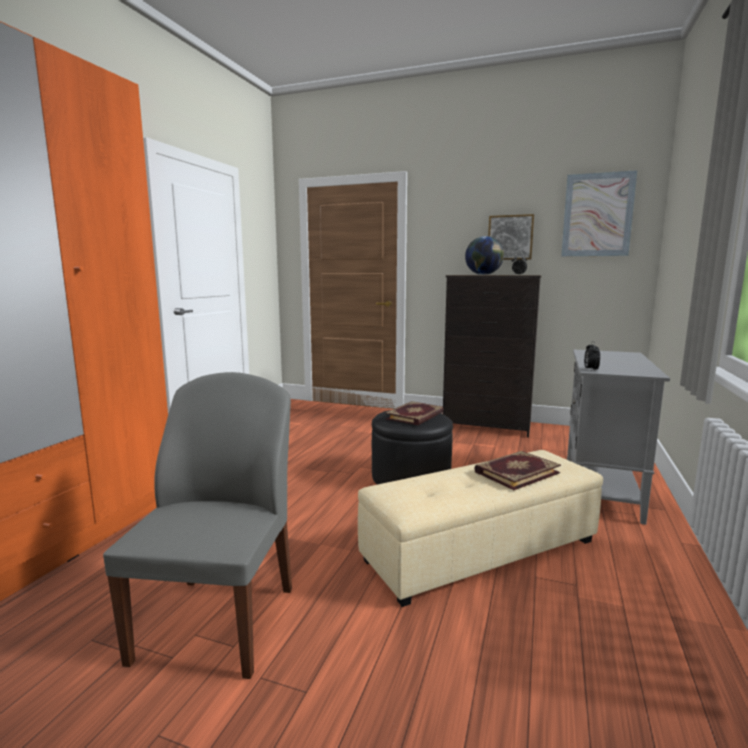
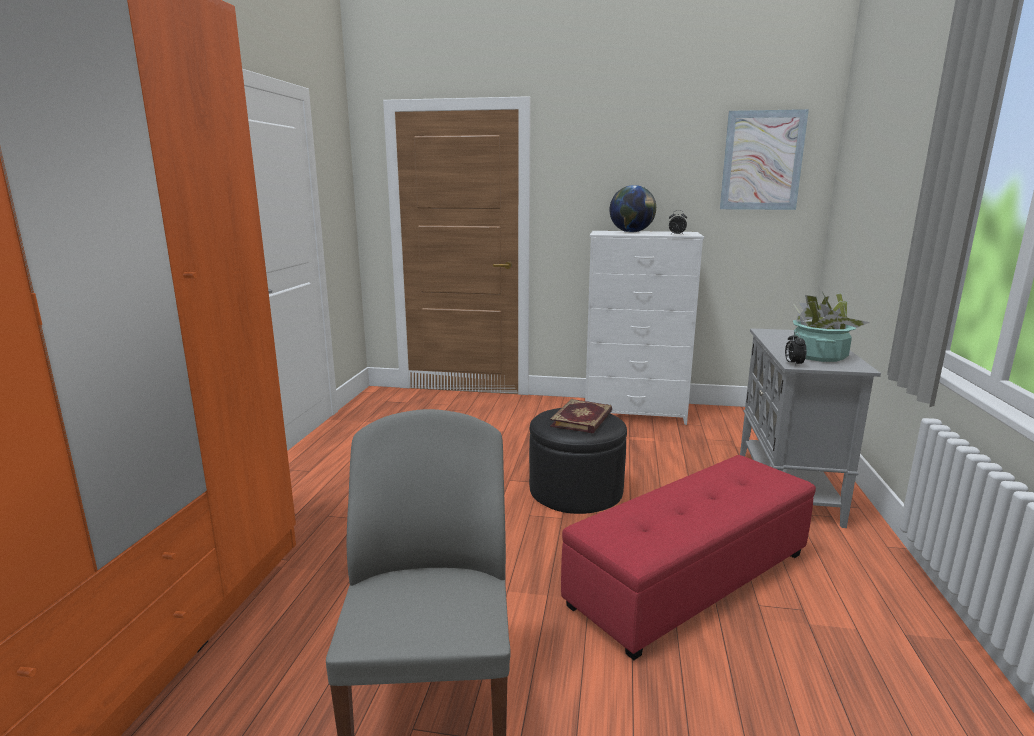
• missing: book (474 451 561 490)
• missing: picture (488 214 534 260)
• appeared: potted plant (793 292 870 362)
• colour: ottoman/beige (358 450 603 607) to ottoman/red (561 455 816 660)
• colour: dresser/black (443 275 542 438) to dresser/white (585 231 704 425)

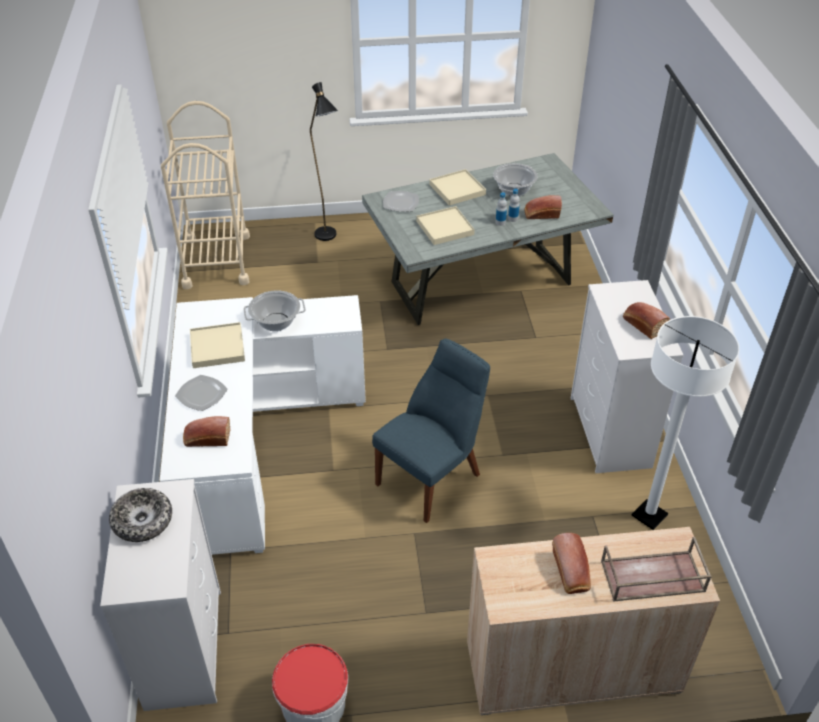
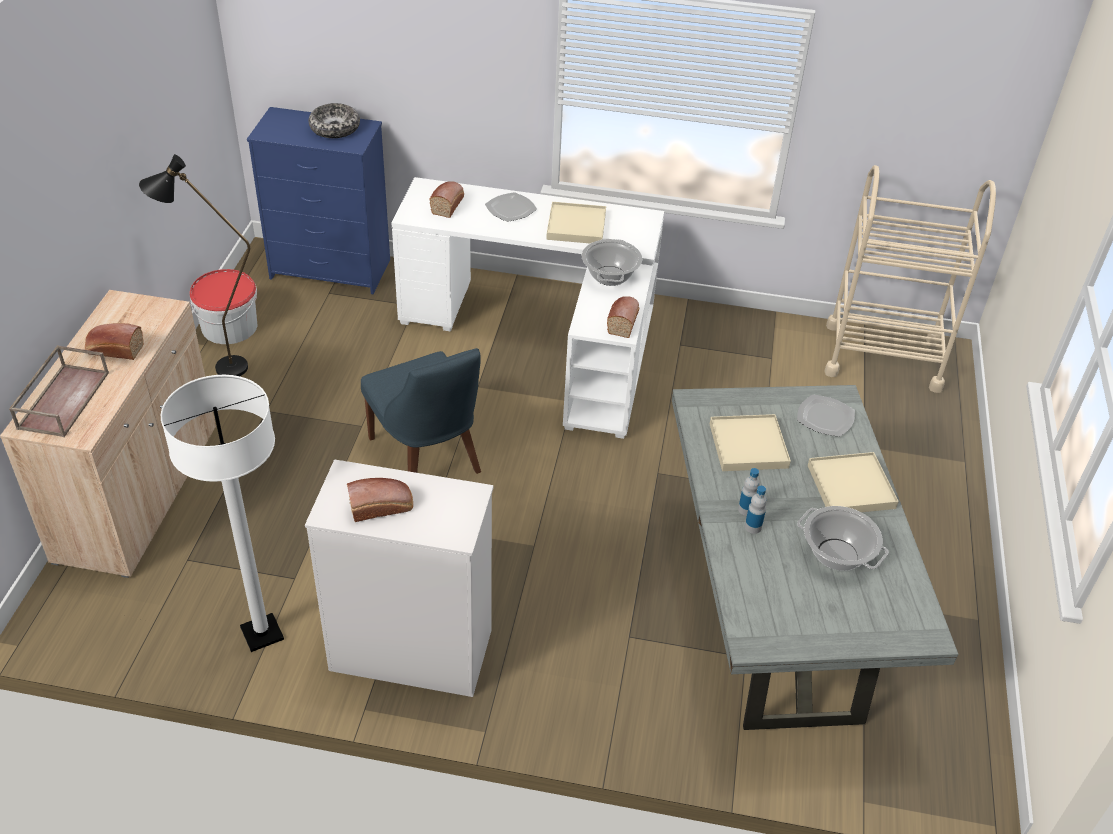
• relocated: floor lamp/black (310 82 338 241) to (139 154 250 376)
• relocated: bread (524 195 562 219) to (607 296 639 338)
• colour: dresser/white (100 479 221 711) to dresser/blue (247 107 390 294)

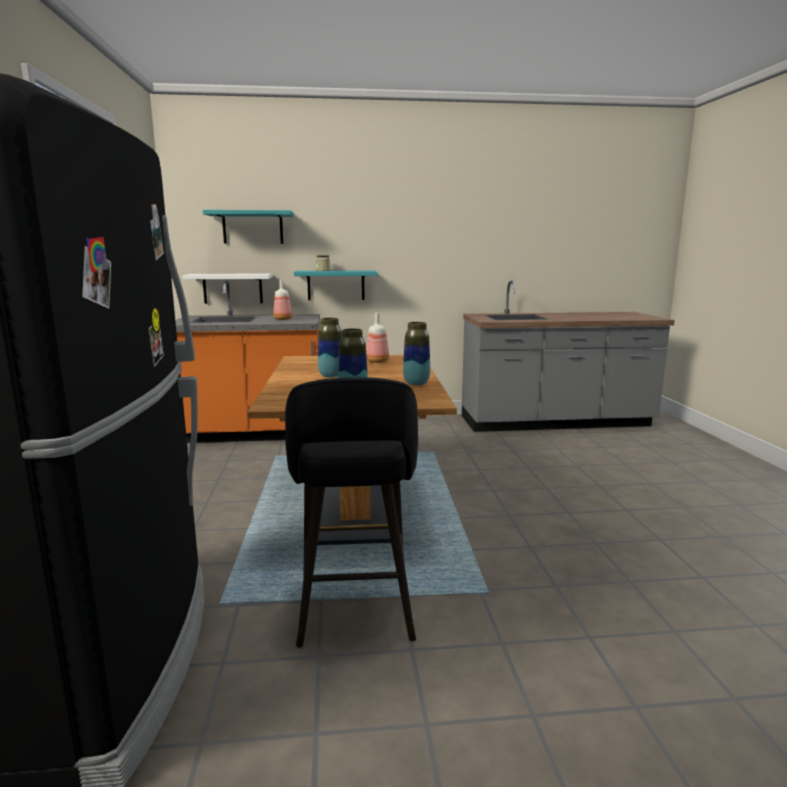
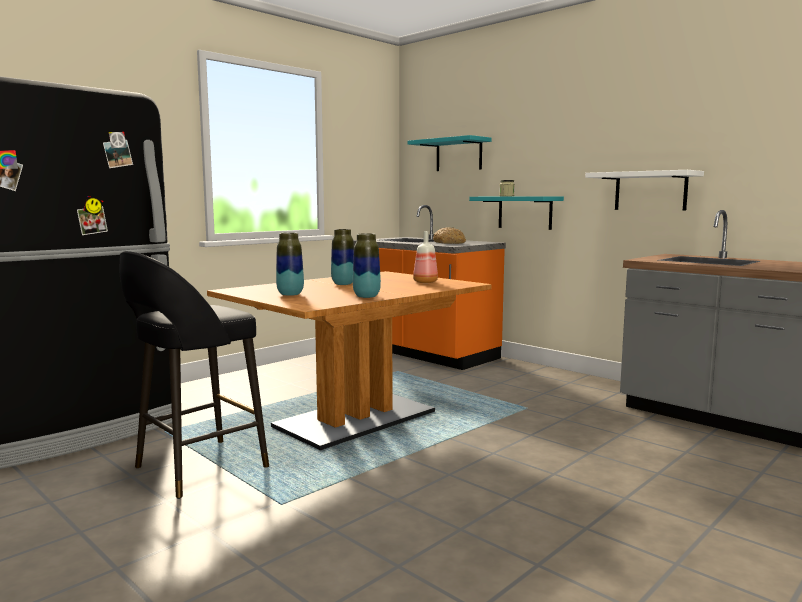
• relocated: shelf/white (182 273 273 304) to (585 170 704 211)
• exchanged: bottle (273 280 293 320) to bread (433 227 466 244)

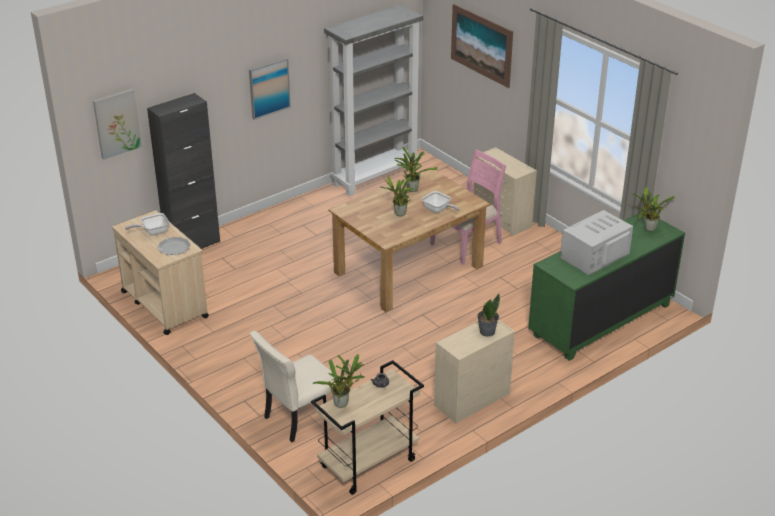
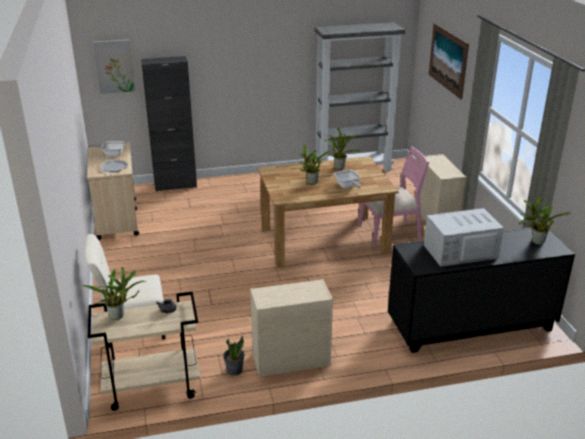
• missing: picture (249 58 291 120)
• relocated: potted plant (477 294 500 337) to (223 336 245 376)
• colour: dresser/green (528 212 685 361) to dresser/black (388 227 575 353)

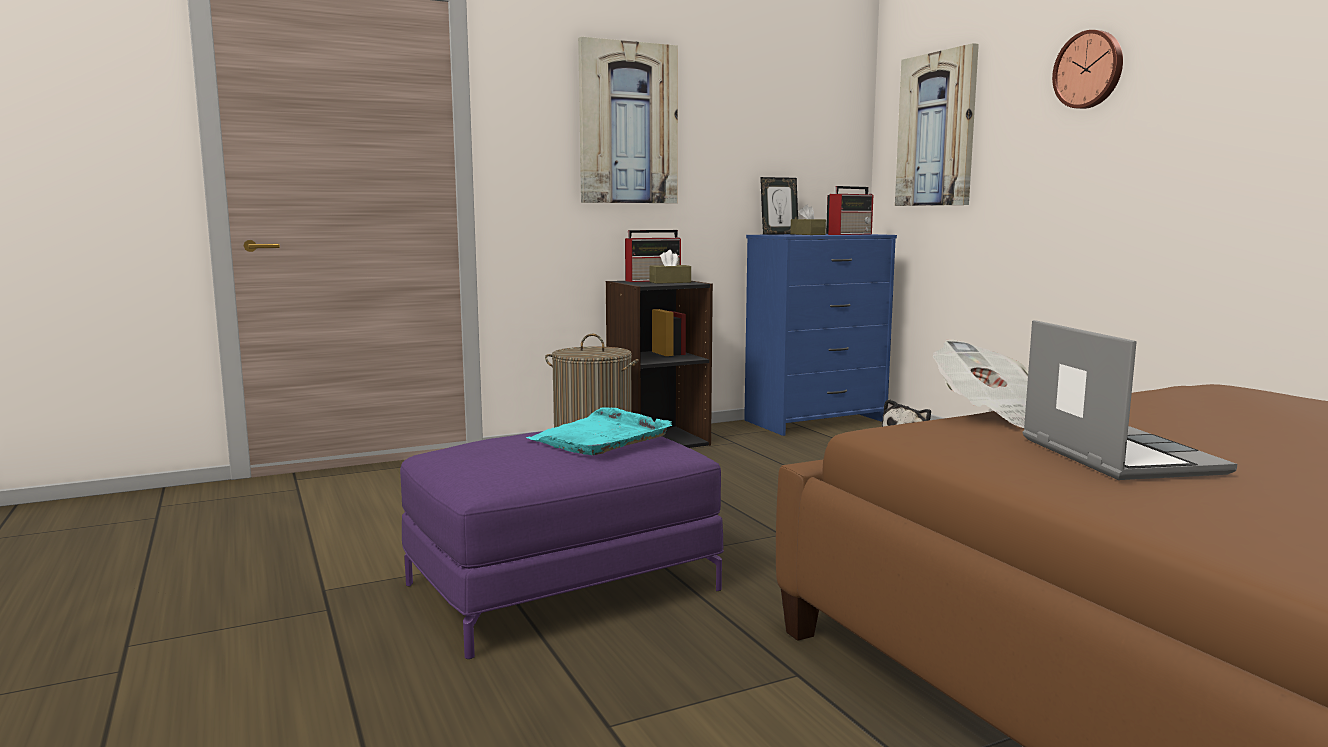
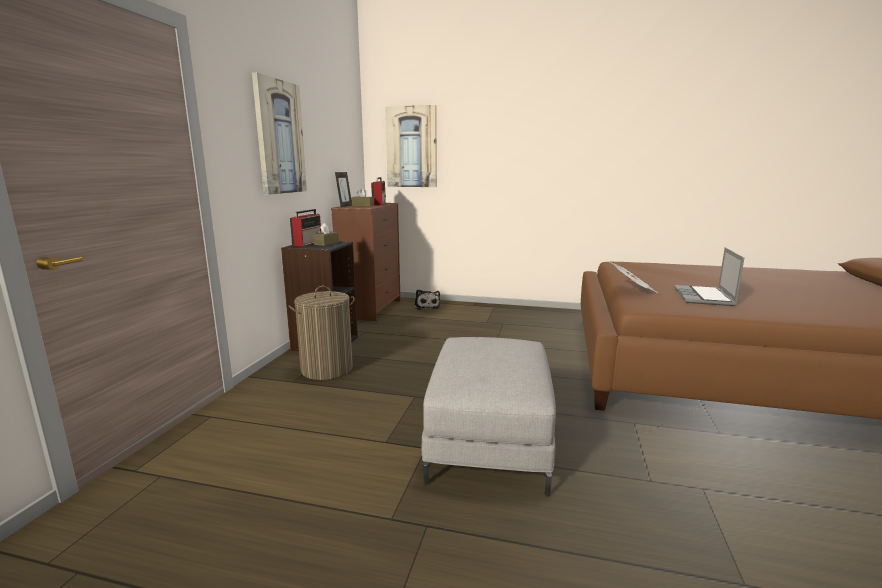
• missing: tray/turquoise (526 407 672 455)
• missing: wall clock (1052 30 1123 109)
• colour: ottoman/purple (400 431 724 659) to ottoman/grey (422 337 556 497)
• colour: dresser/blue (744 234 897 436) to dresser/brown (331 203 401 321)
• spun: laptop (1023 320 1237 480) = (674 247 744 306) 105 degrees counterclockwise

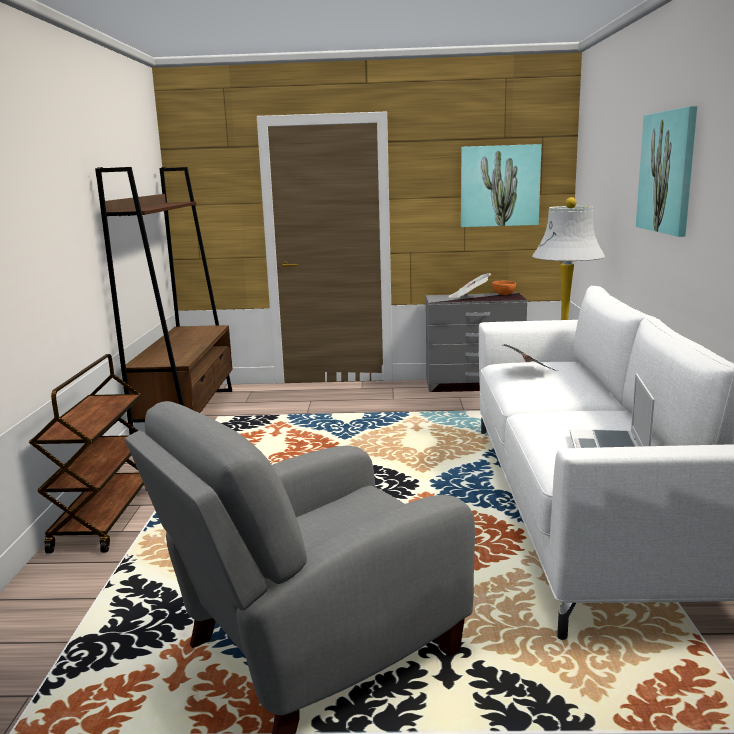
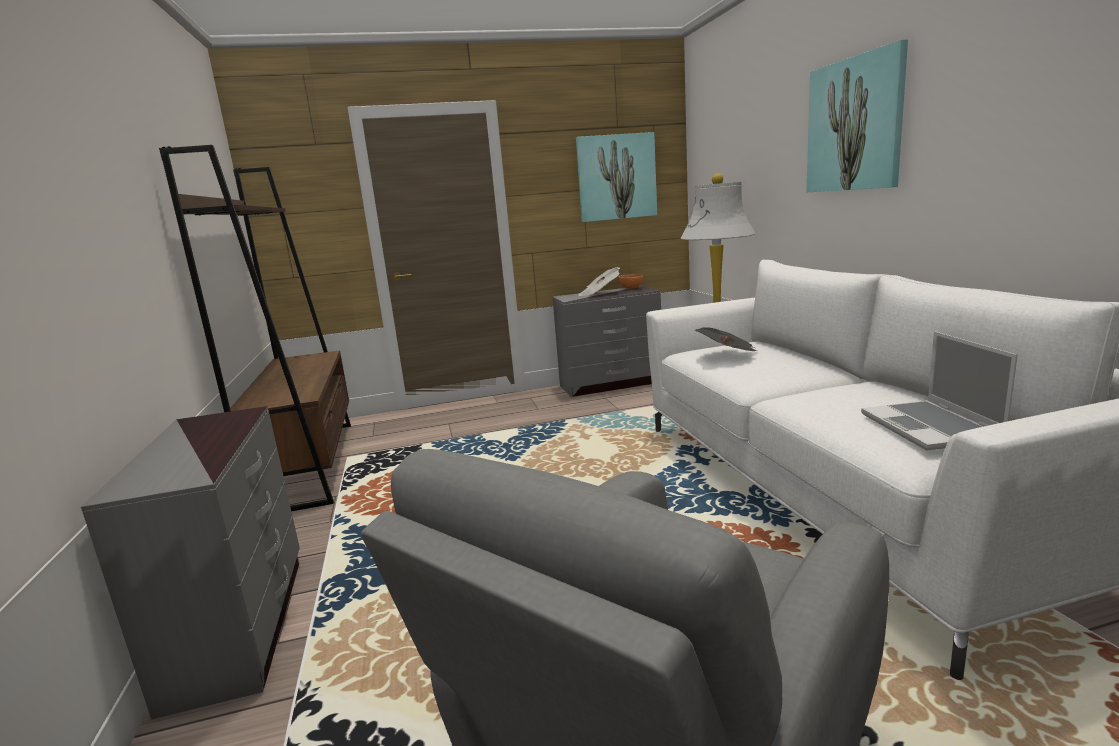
• exchanged: cart/brown (29 354 147 554) to dresser/grey (81 406 300 719)

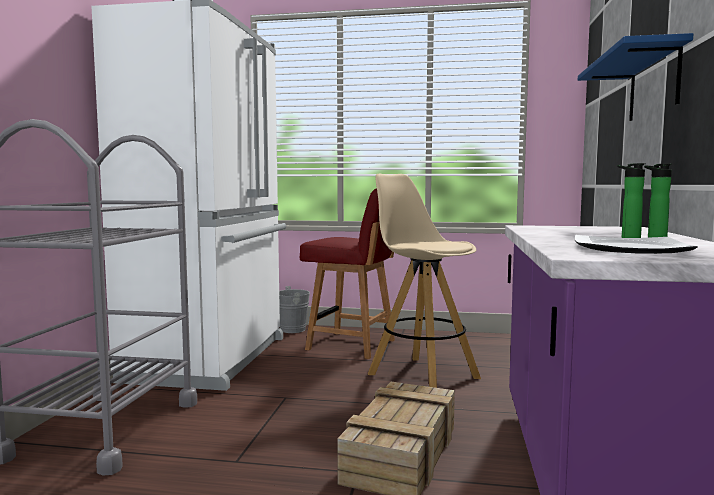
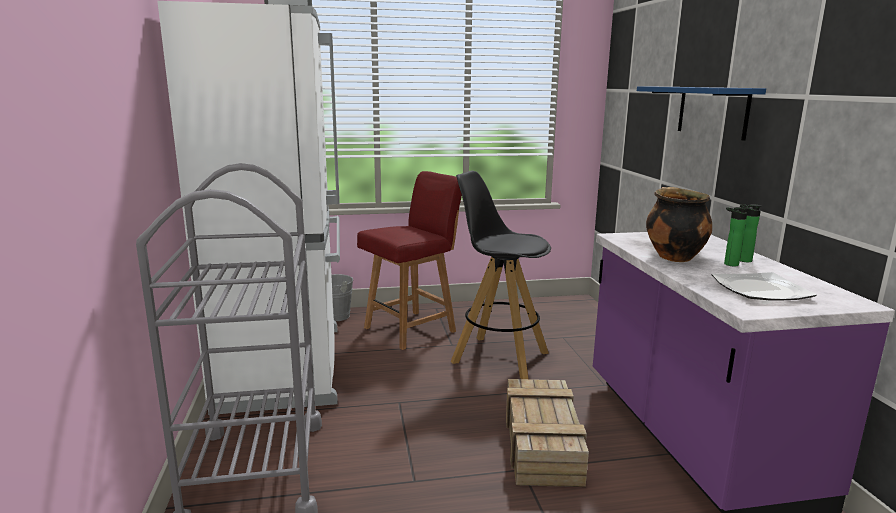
• appeared: cooking pot (646 187 712 262)
• colour: stool/beige (368 173 481 388) to stool/black (451 171 551 379)
• spun: chair/red (300 188 395 359) = (357 171 462 350) 45 degrees counterclockwise

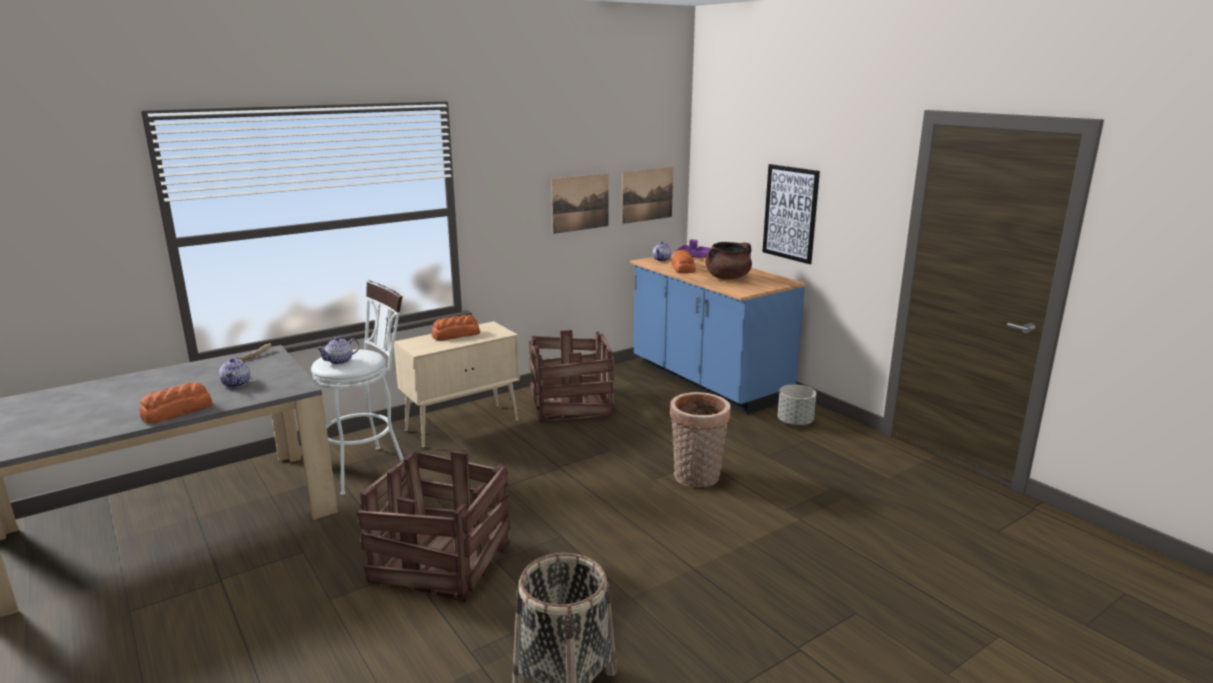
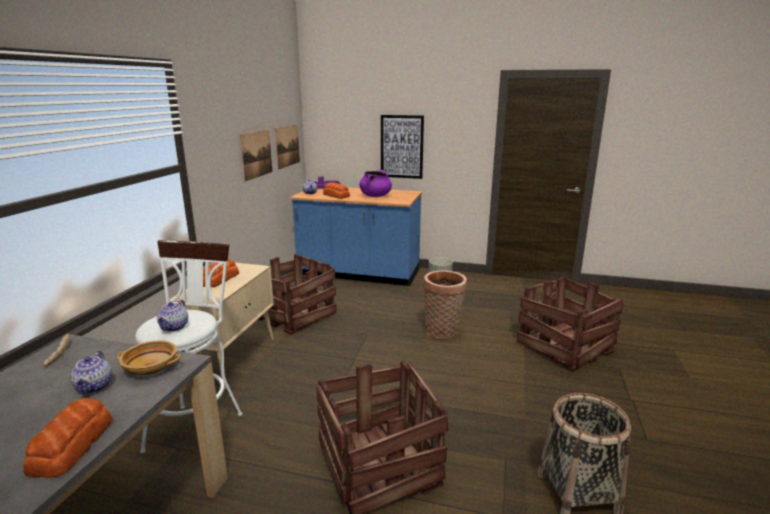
• appeared: bowl/beige (117 340 181 375)
• appeared: crate (517 277 624 372)
• colour: cooking pot/brown (705 242 752 280) to cooking pot/purple (359 170 392 197)
• spun: teapot (219 357 250 387) = (70 351 112 394) 45 degrees clockwise

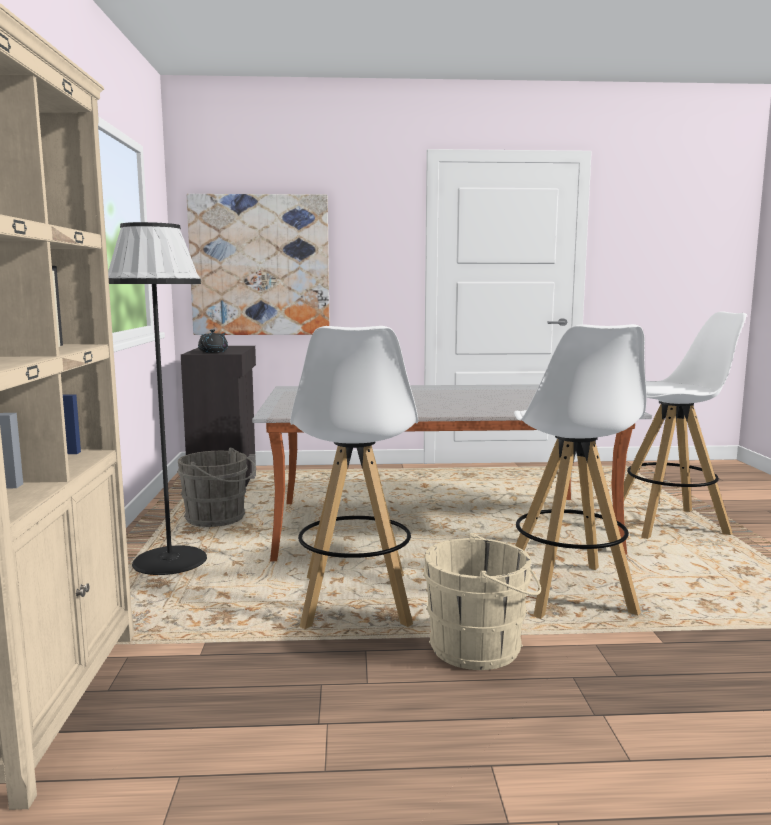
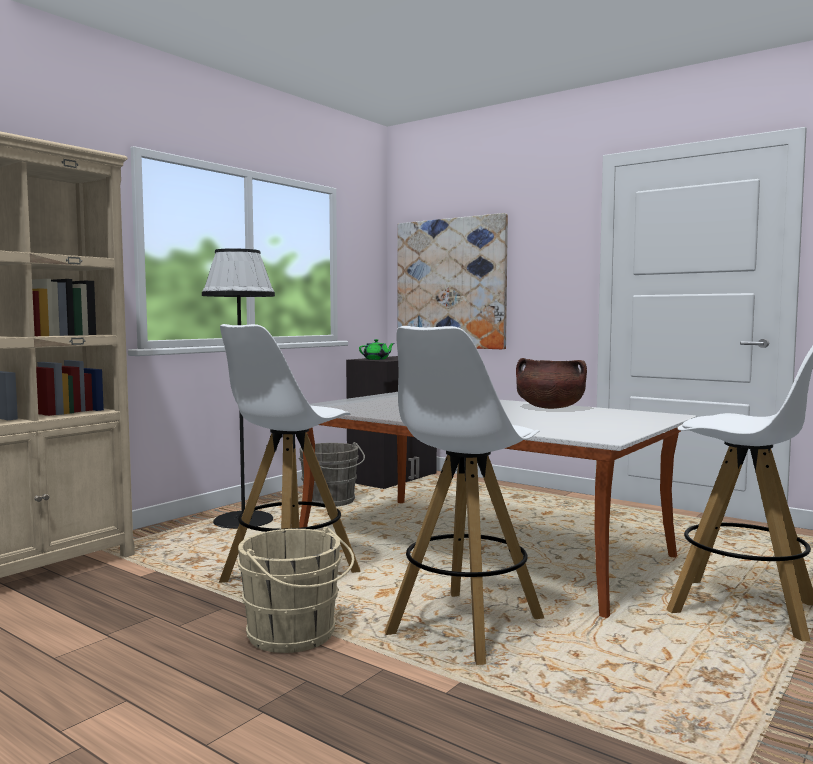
• appeared: cooking pot/brown (516 358 587 409)
• colour: teapot/black (198 329 228 353) to teapot/green (359 339 395 360)

